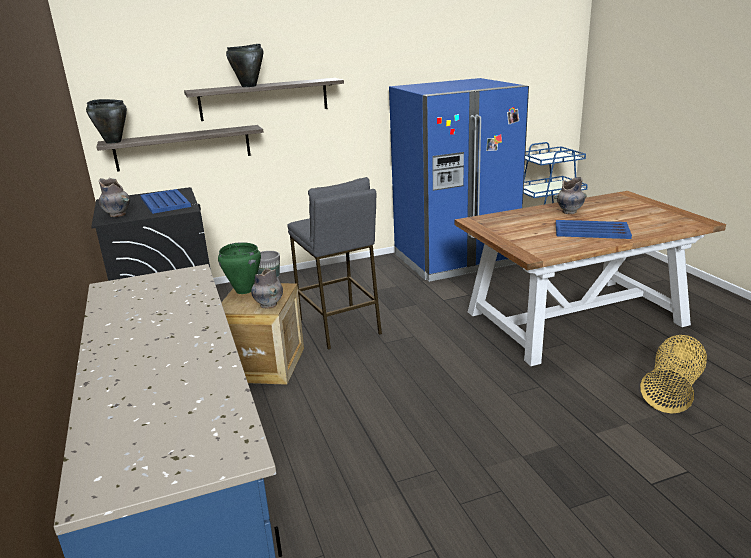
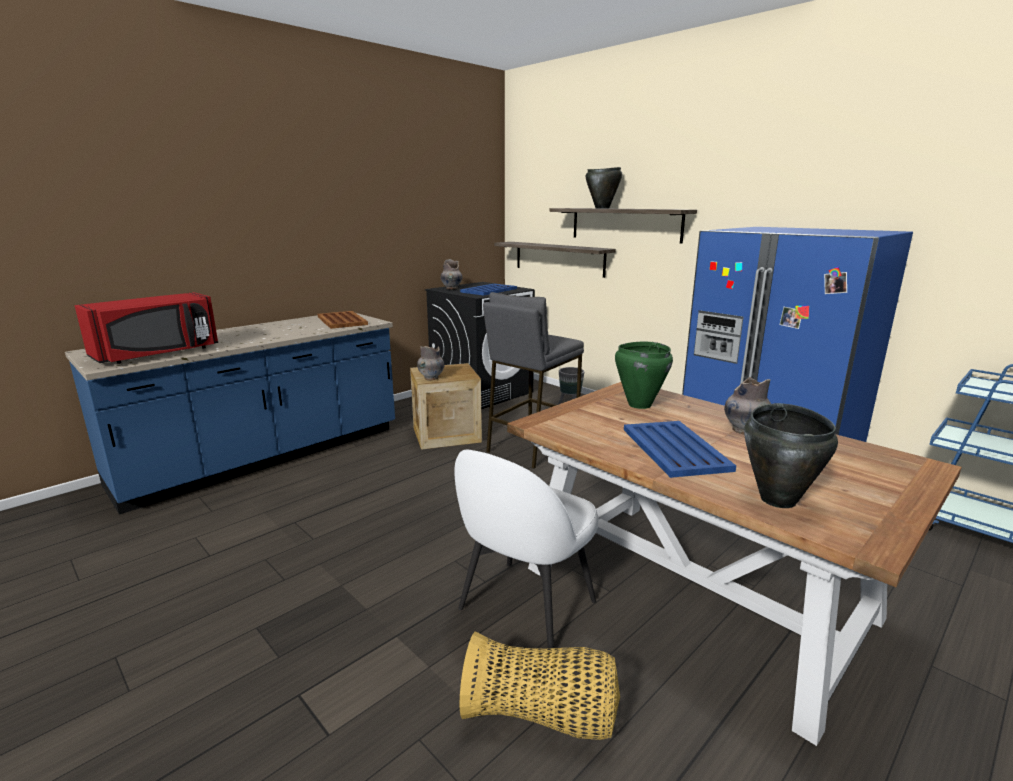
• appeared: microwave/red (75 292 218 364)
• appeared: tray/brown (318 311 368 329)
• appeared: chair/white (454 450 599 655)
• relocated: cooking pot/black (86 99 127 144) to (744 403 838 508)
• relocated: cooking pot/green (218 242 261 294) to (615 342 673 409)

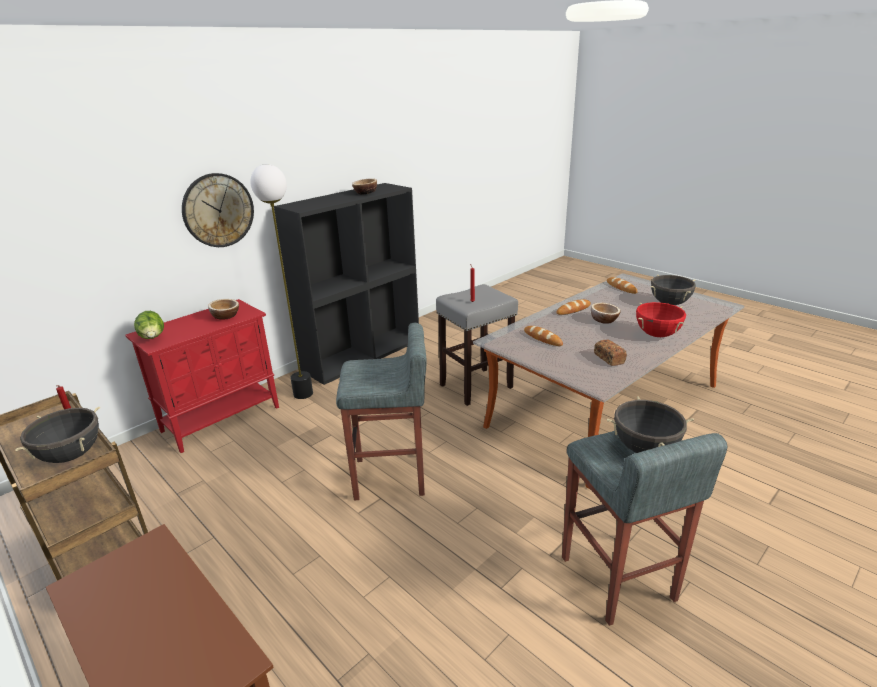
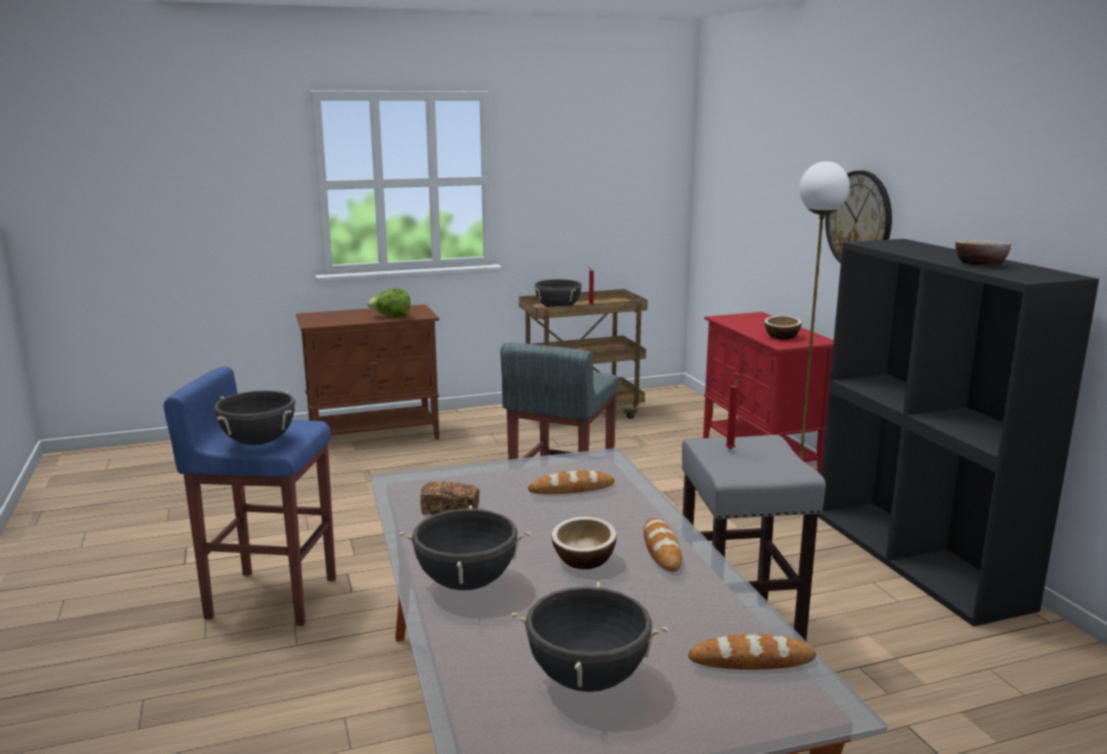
• relocated: lettuce (134 311 164 339) to (367 288 410 317)
• colour: stool/grey (562 431 727 626) to stool/blue (164 367 336 626)
• colour: cooking pot/red (636 302 686 337) to cooking pot/black (400 505 530 590)

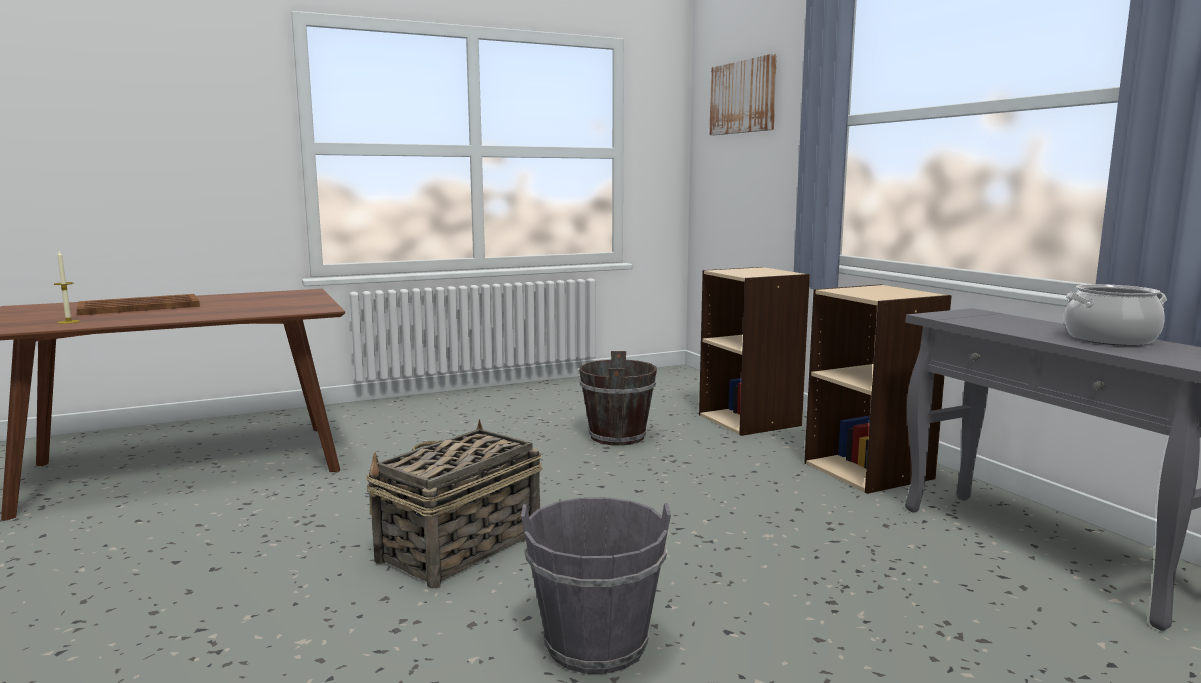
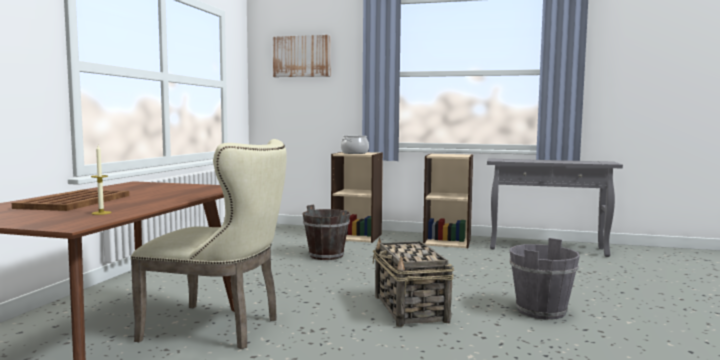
• appeared: chair/beige (131 139 287 349)
• relocated: cooking pot (1065 284 1167 346) to (341 136 369 154)

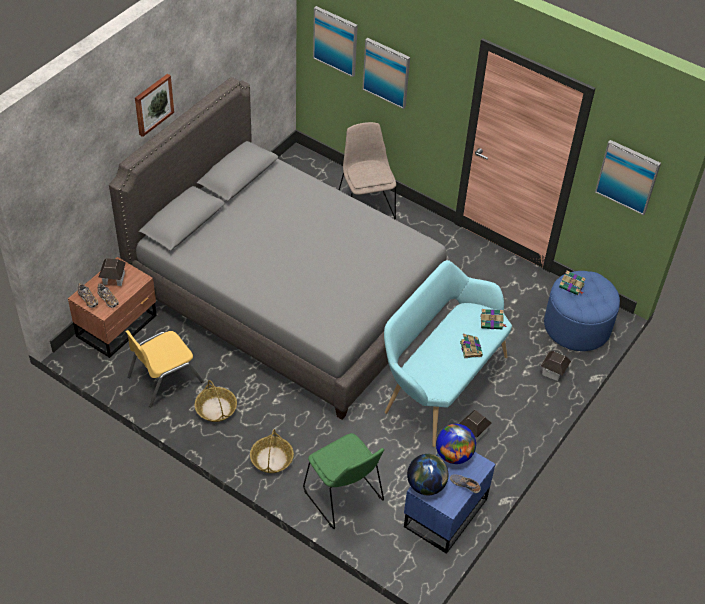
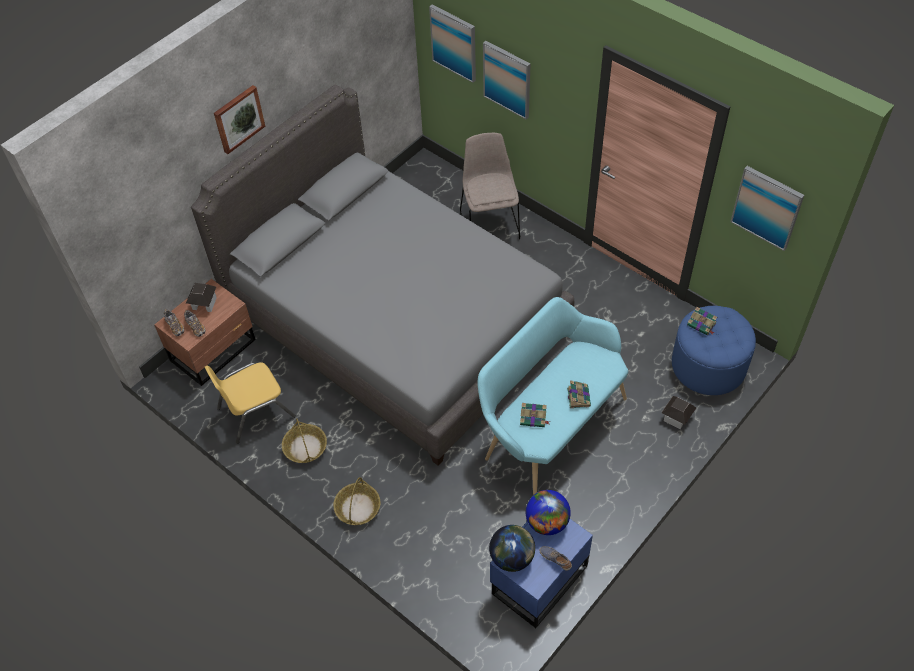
• missing: chair/green (303 433 384 529)
• missing: toy house (459 410 491 442)
• relocated: book (480 309 506 329) to (520 403 550 427)

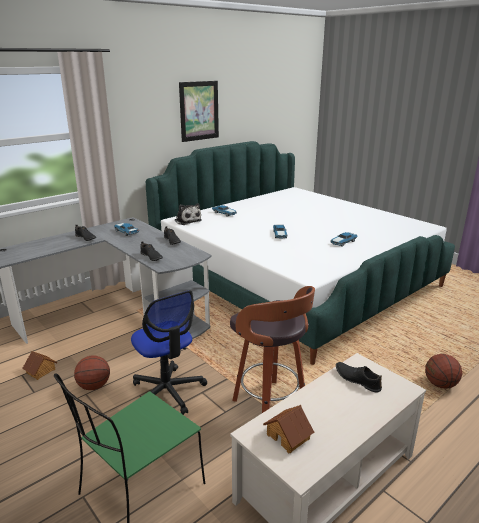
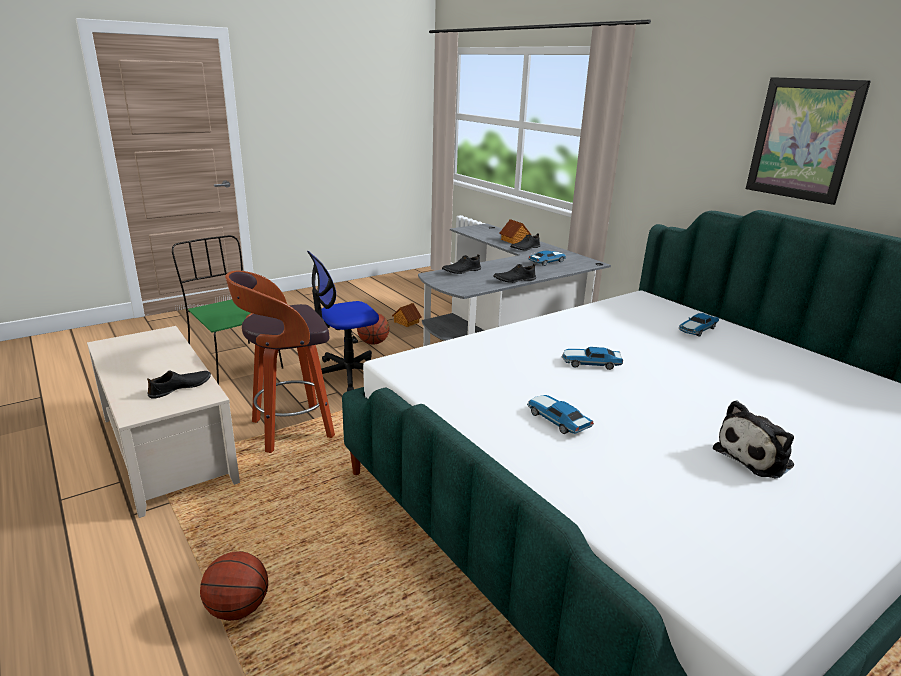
• relocated: plush toy (174 203 202 225) to (713 401 794 479)
• relocated: toy house (263 405 314 453) to (499 219 531 244)

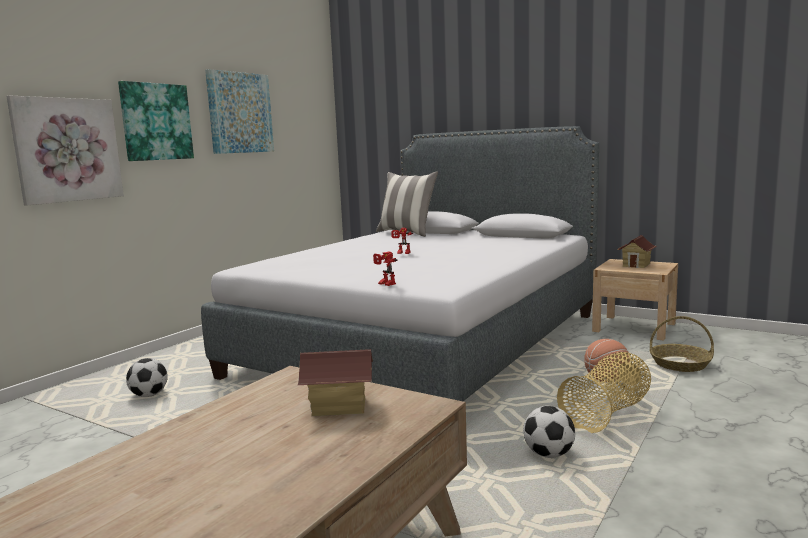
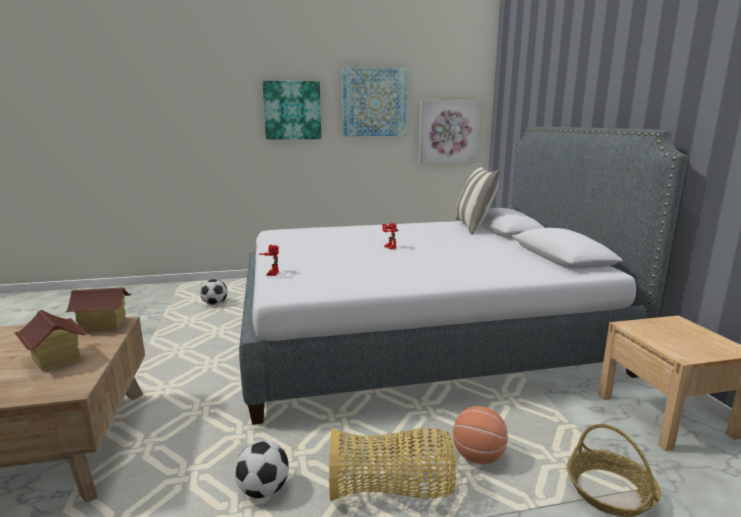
• relocated: picture (7 96 124 205) to (419 100 481 164)
• relocated: toy house (617 235 657 268) to (66 287 131 332)

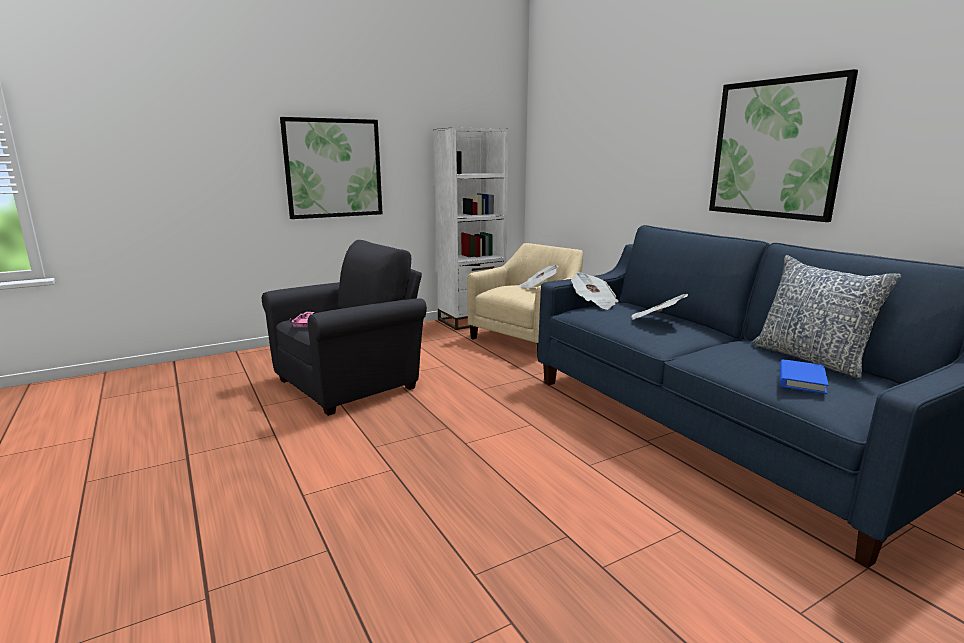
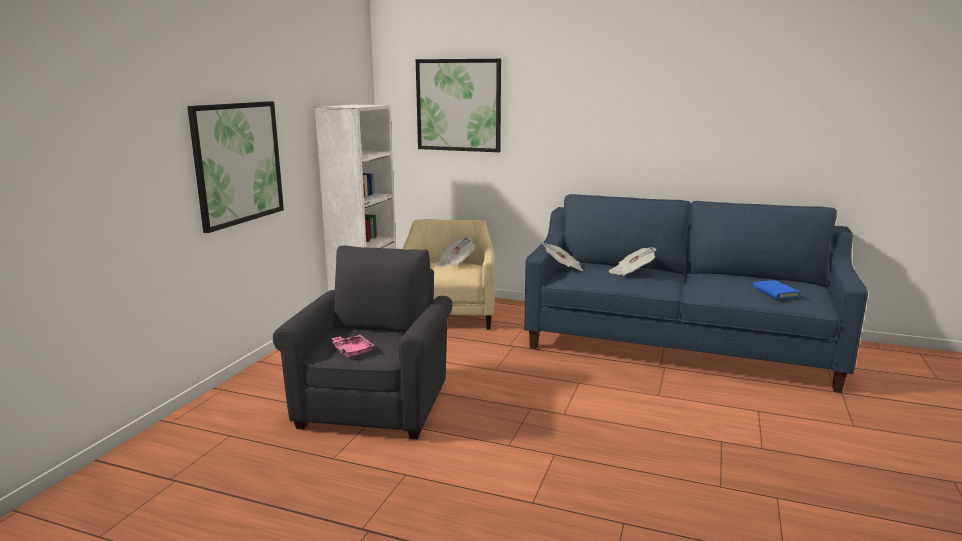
• missing: pillow (752 255 901 379)
• relocated: picture (709 69 858 222) to (416 59 501 152)

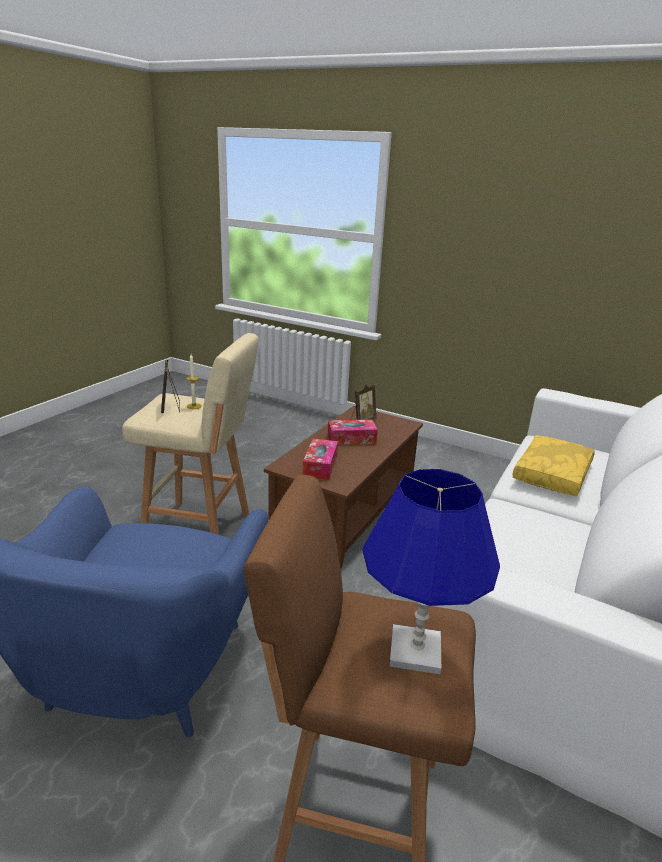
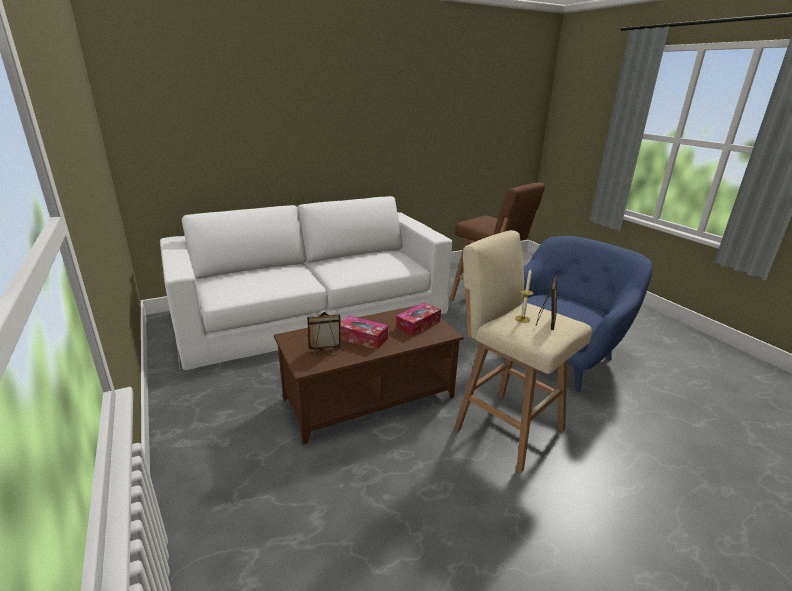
• missing: table lamp/blue (362 469 500 674)
• missing: pillow/yellow (512 435 595 496)

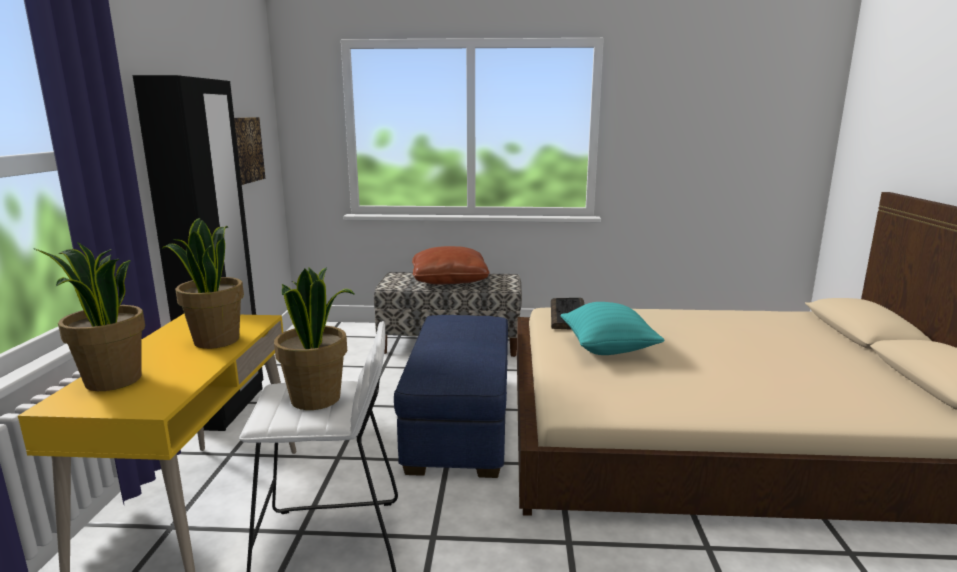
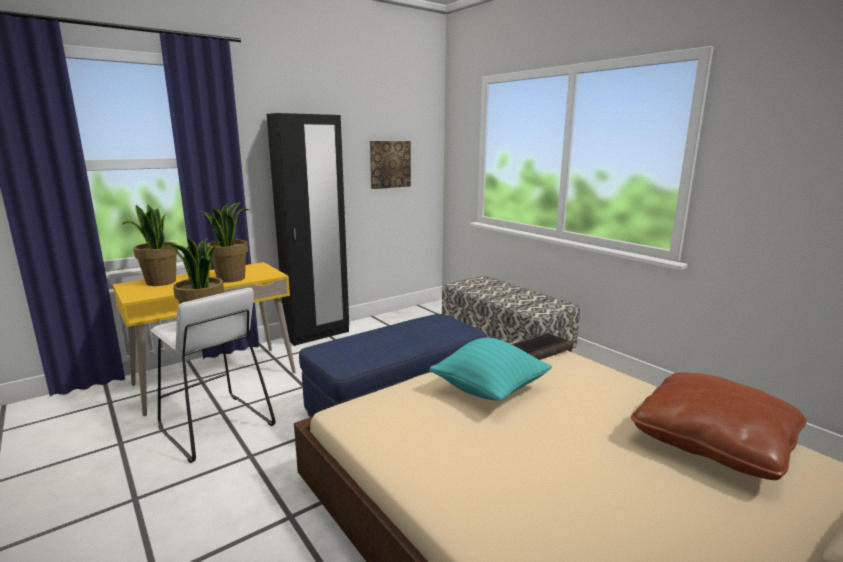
• relocated: pillow/brown (412 246 490 284) to (631 372 807 480)

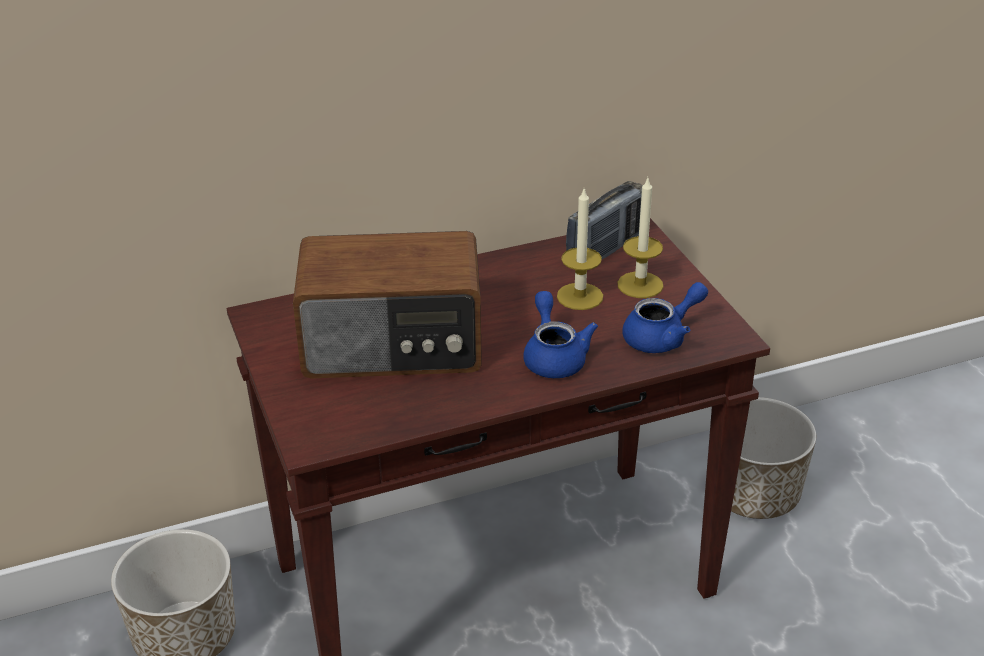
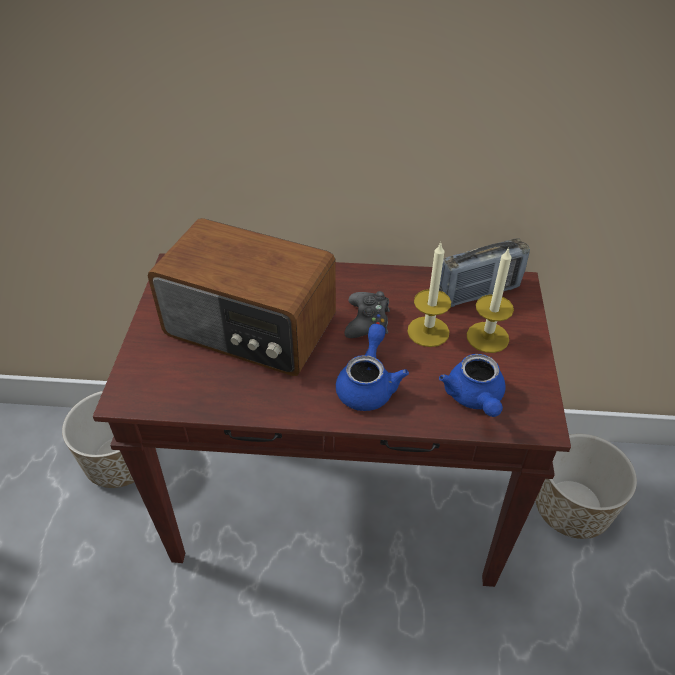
• appeared: game controller/black (344 291 390 338)
• spun: teapot/blue (623 282 708 353) = (439 354 506 417) 90 degrees clockwise

